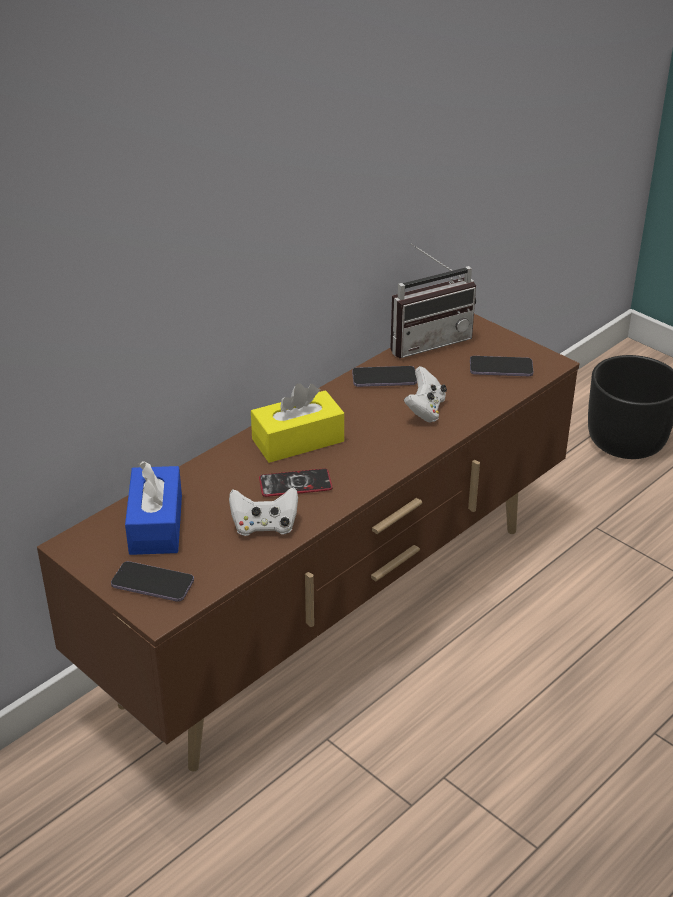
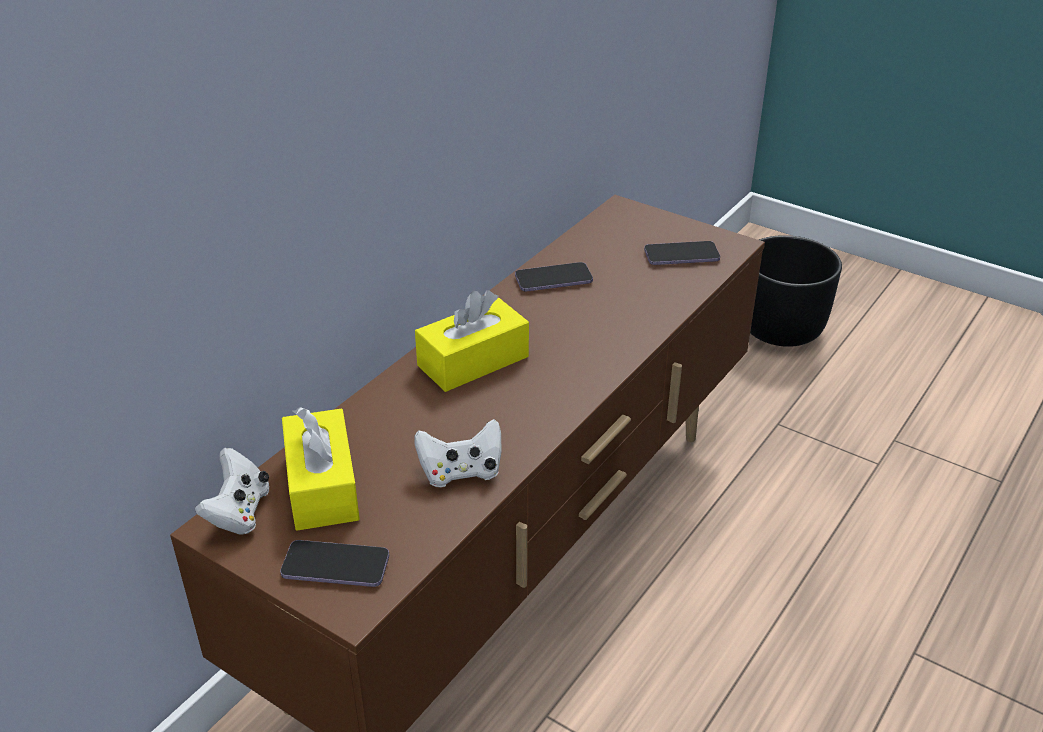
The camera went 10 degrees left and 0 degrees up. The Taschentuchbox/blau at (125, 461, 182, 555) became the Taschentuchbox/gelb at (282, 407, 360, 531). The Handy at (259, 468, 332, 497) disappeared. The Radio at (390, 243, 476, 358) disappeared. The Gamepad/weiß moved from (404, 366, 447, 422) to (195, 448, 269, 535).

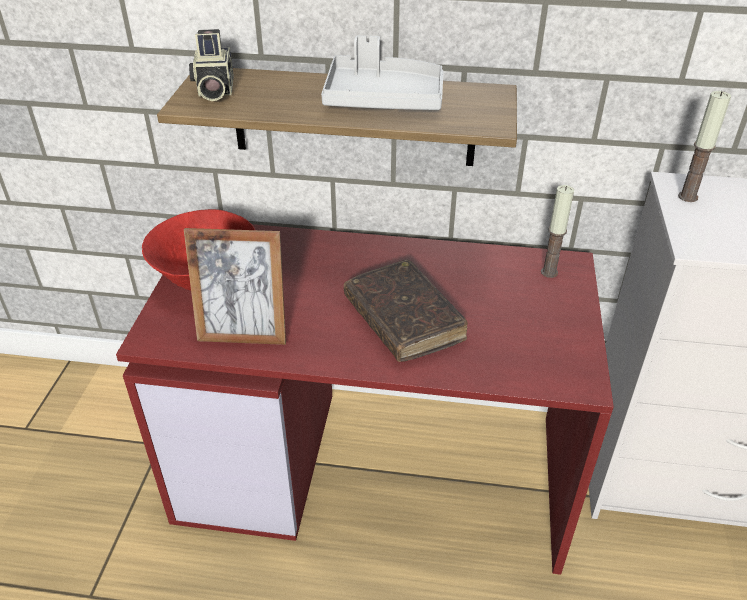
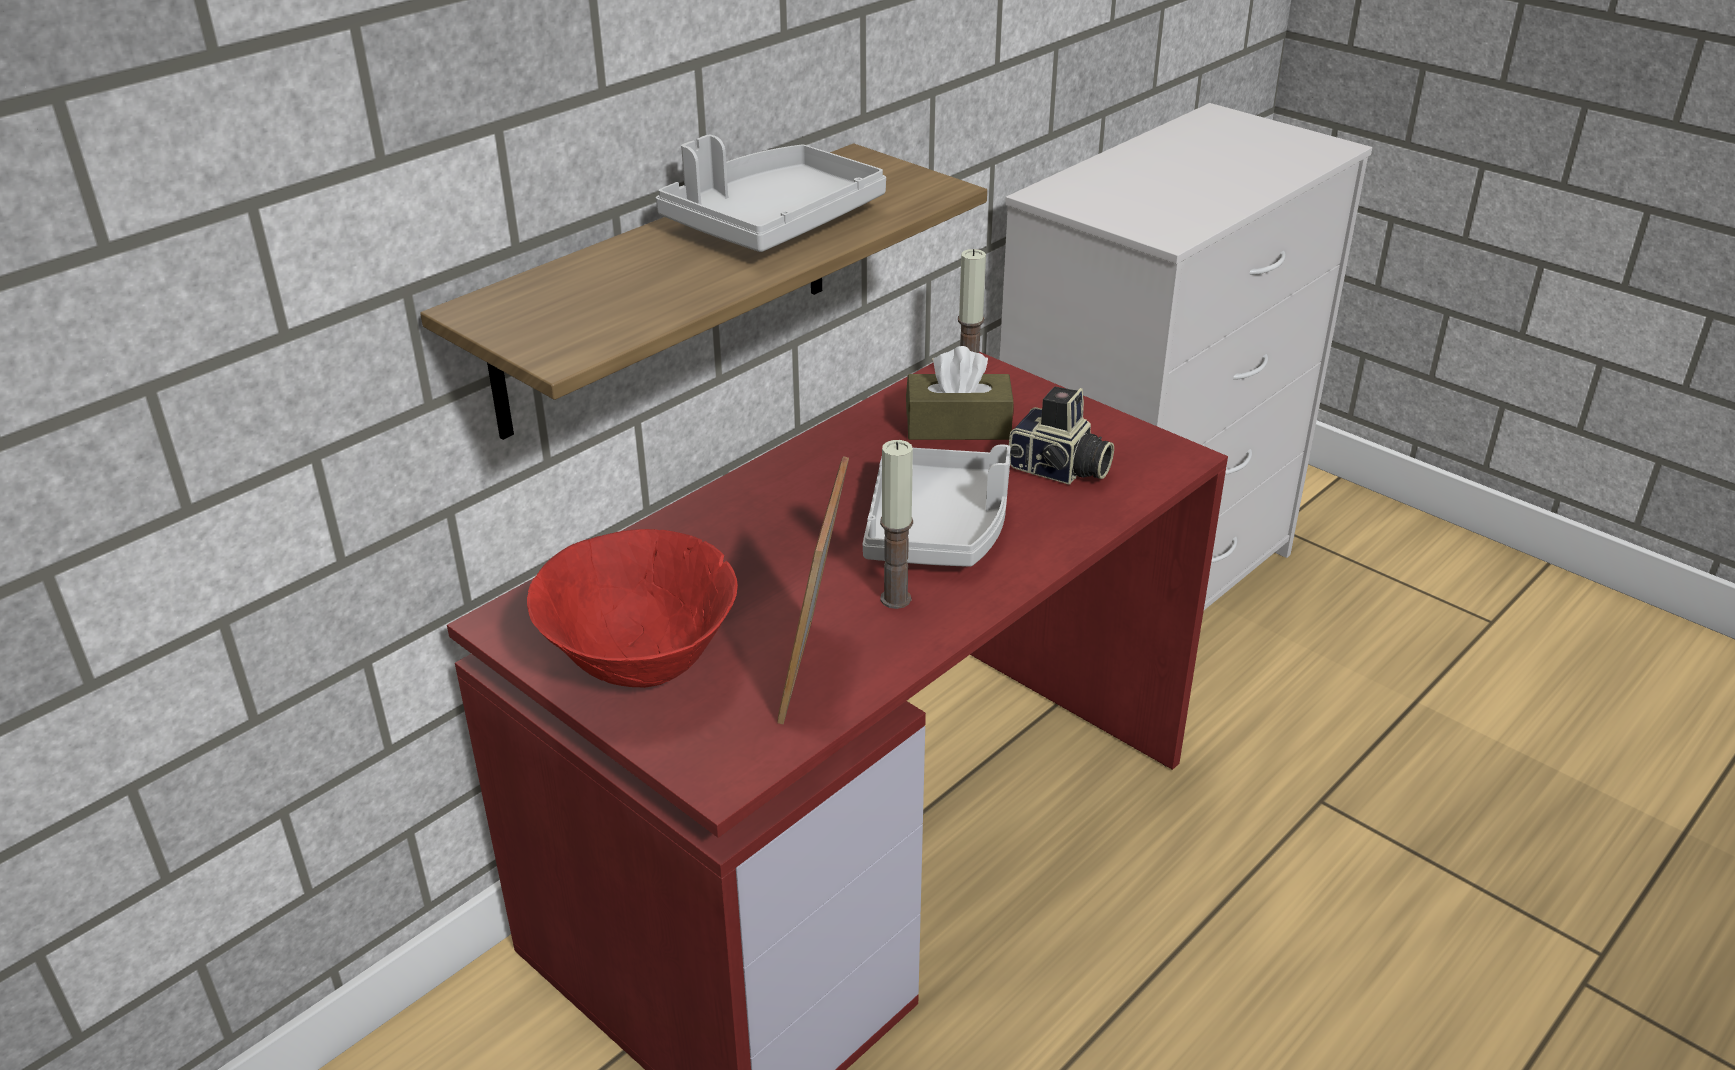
The camera went 55 degrees left and 5 degrees down. The Bilderrahmen at (184, 228, 286, 345) turned 150 degrees clockwise. The Kamera moved from (189, 29, 234, 101) to (1009, 386, 1114, 485). The Buch/braun at (344, 259, 468, 362) was replaced by the Tablett/grau at (863, 444, 1011, 567). The Kerze moved from (678, 91, 731, 202) to (880, 440, 913, 609). The Taschentuchbox/braun at (906, 346, 1014, 440) appeared.

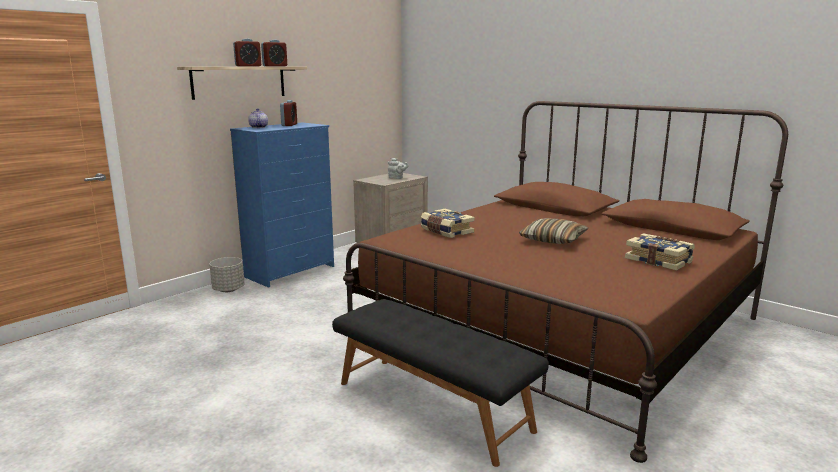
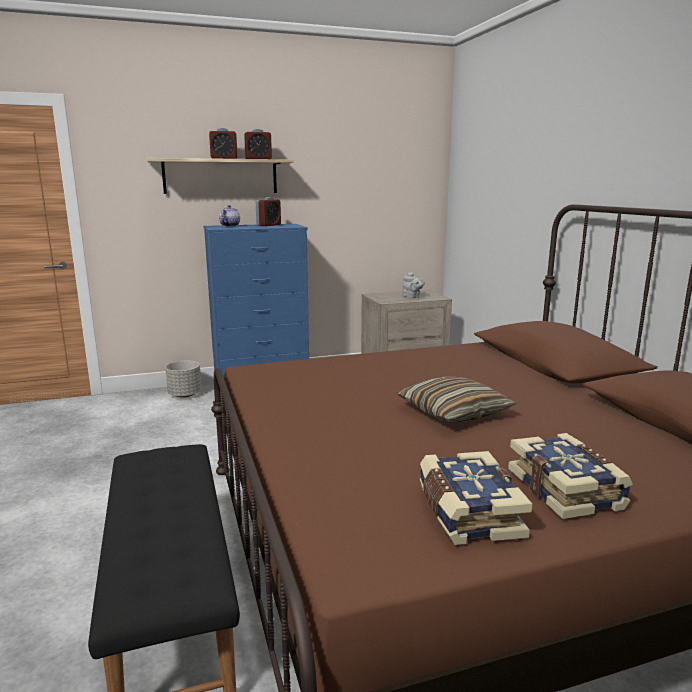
The camera went 30 degrees right and 0 degrees up. The Buch moved from (421, 209, 475, 238) to (420, 451, 532, 545).

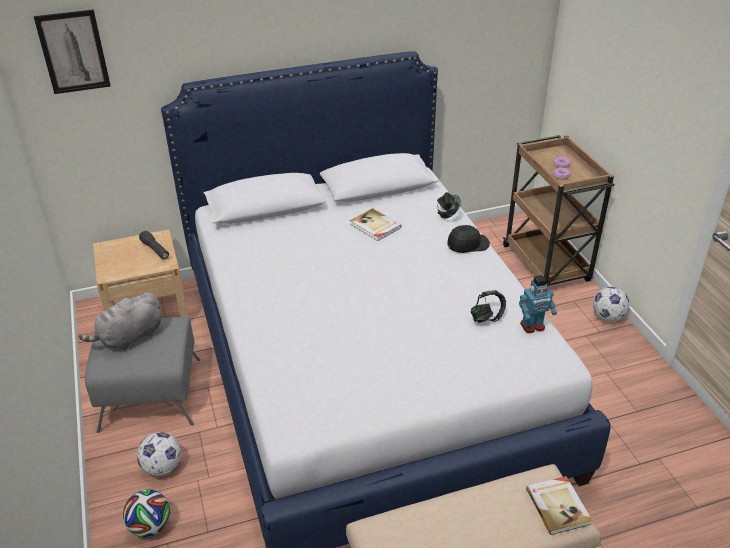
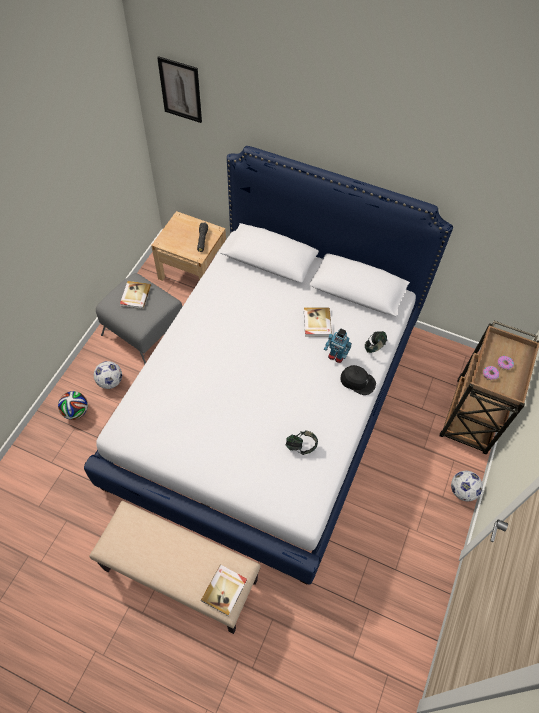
The camera went 40 degrees right and 20 degrees up. The Plüschtier/grau at (79, 292, 161, 350) was replaced by the Buch at (120, 281, 151, 309). The Spielzeugroboter moved from (519, 275, 557, 333) to (324, 328, 352, 363).

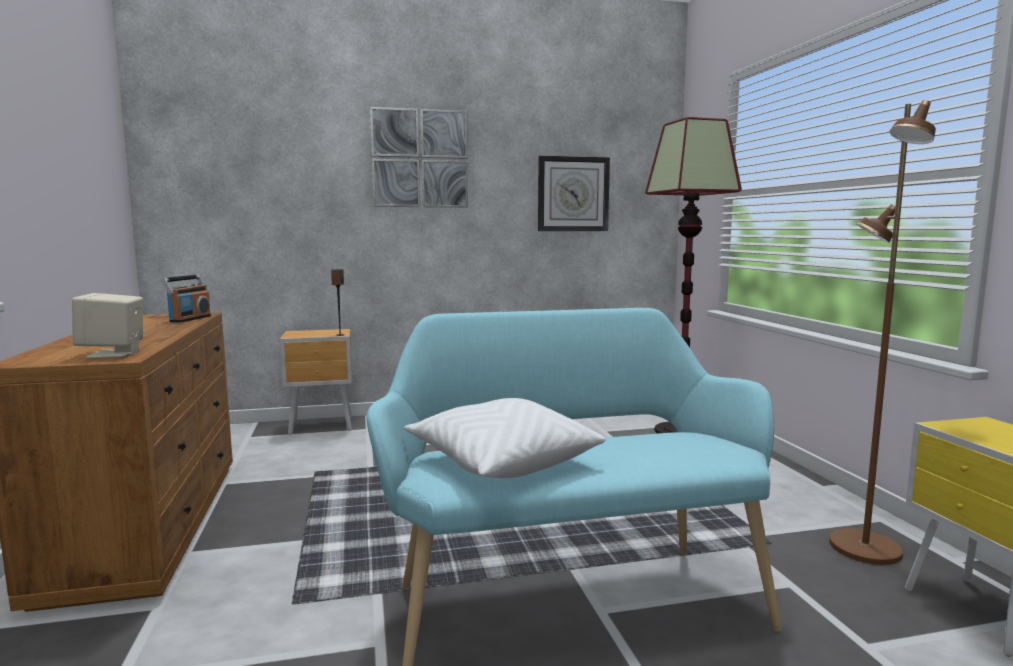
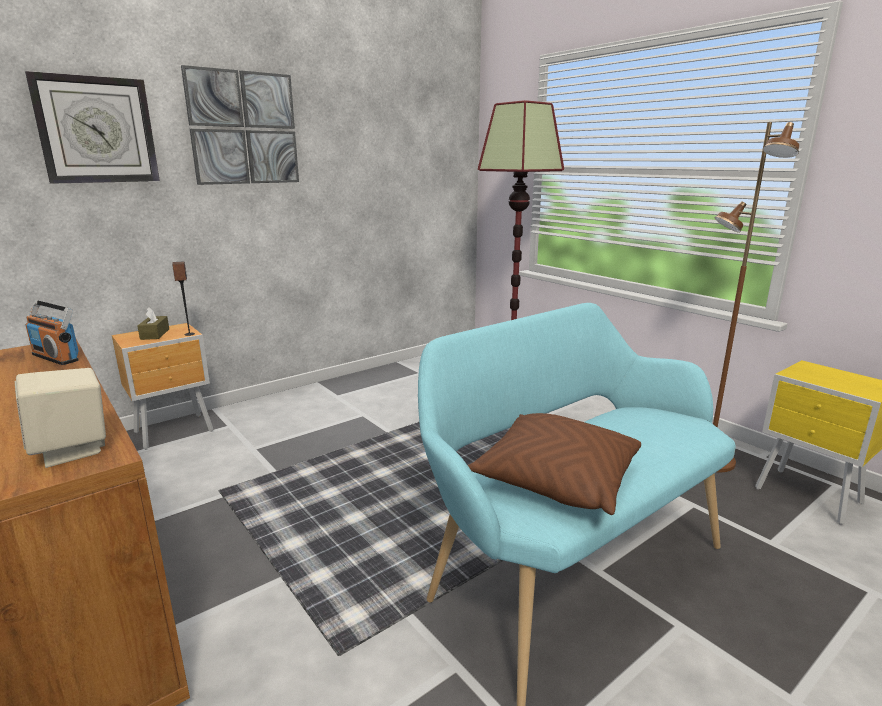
The camera went 25 degrees left and 10 degrees up. The Radio at (162, 275, 211, 323) turned 135 degrees clockwise. The Kissen/weiß at (404, 398, 605, 478) became the Kissen/braun at (468, 413, 641, 515). The Wanduhr moved from (538, 156, 610, 231) to (25, 71, 160, 184). The Taschentuchbox/braun at (137, 307, 169, 340) appeared.

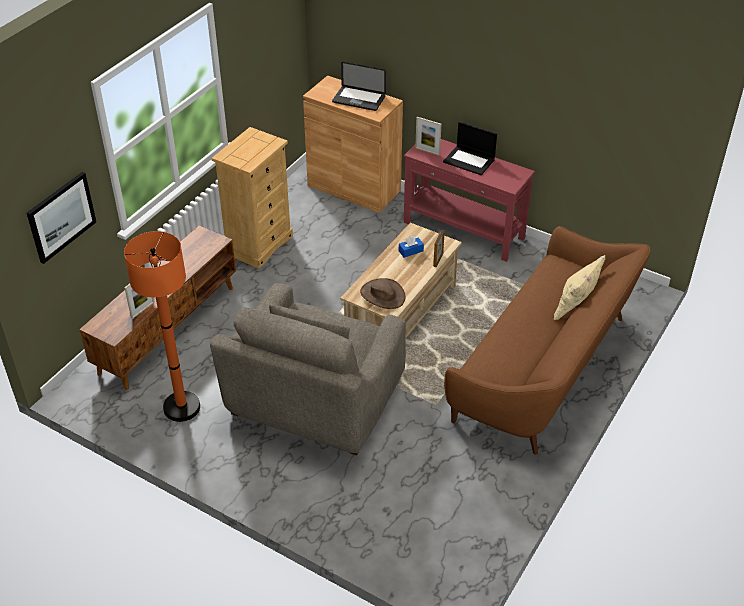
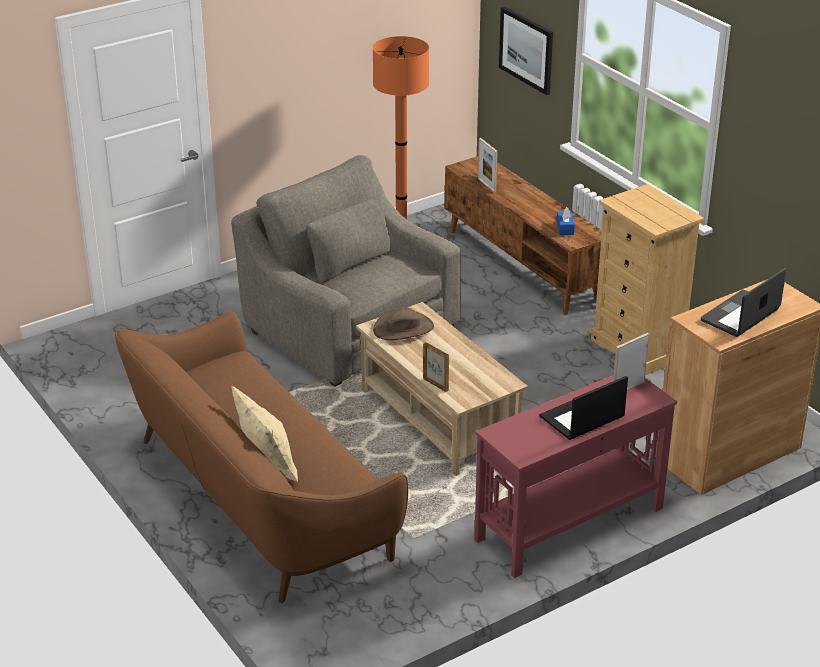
The camera went 115 degrees right and 10 degrees down. The Taschentuchbox/blau moved from (399, 236, 424, 258) to (557, 207, 575, 235).

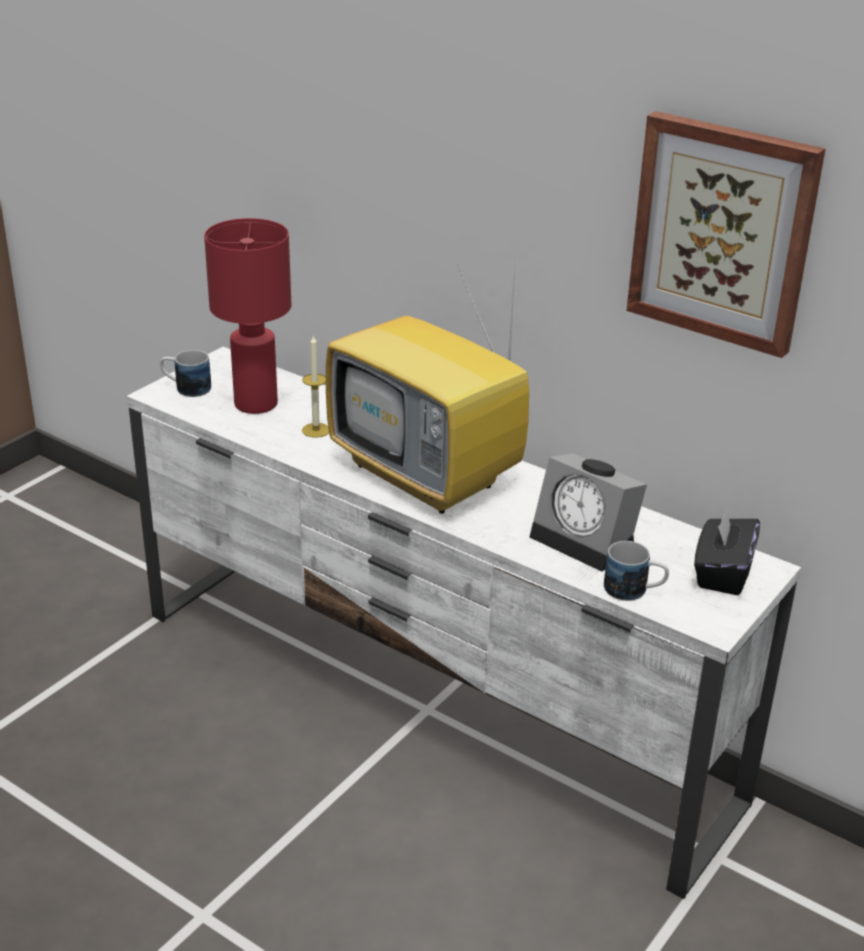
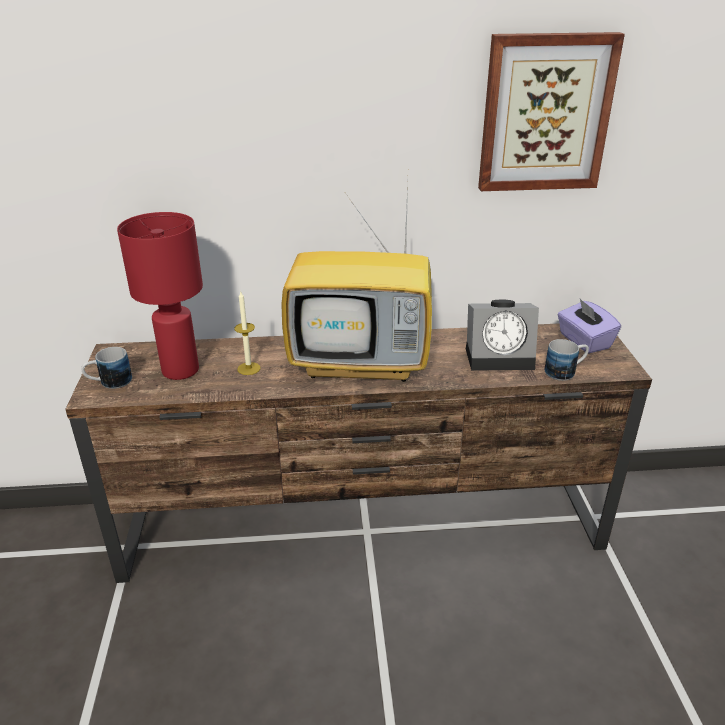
The camera went 40 degrees left and 0 degrees up. The Fernsehschrank/weiß at (127, 347, 801, 899) became the Fernsehschrank/braun at (65, 323, 652, 583). The Taschentuchbox/schwarz at (694, 508, 760, 595) became the Taschentuchbox/lila at (557, 299, 621, 354).

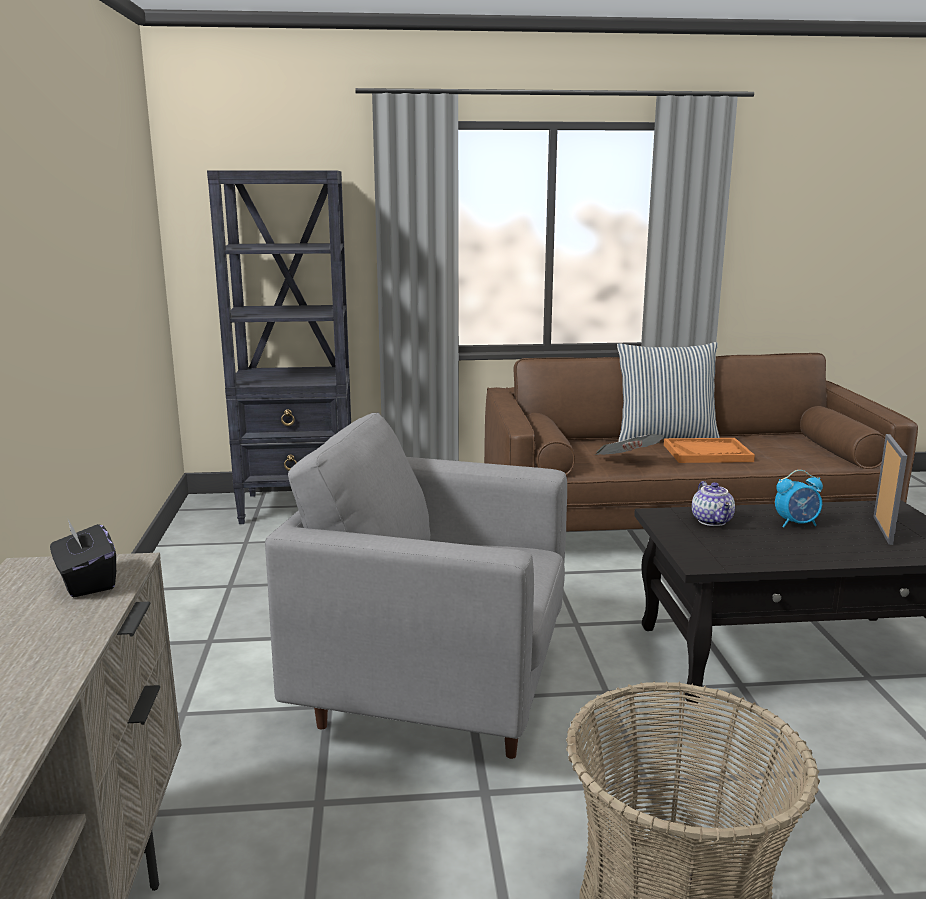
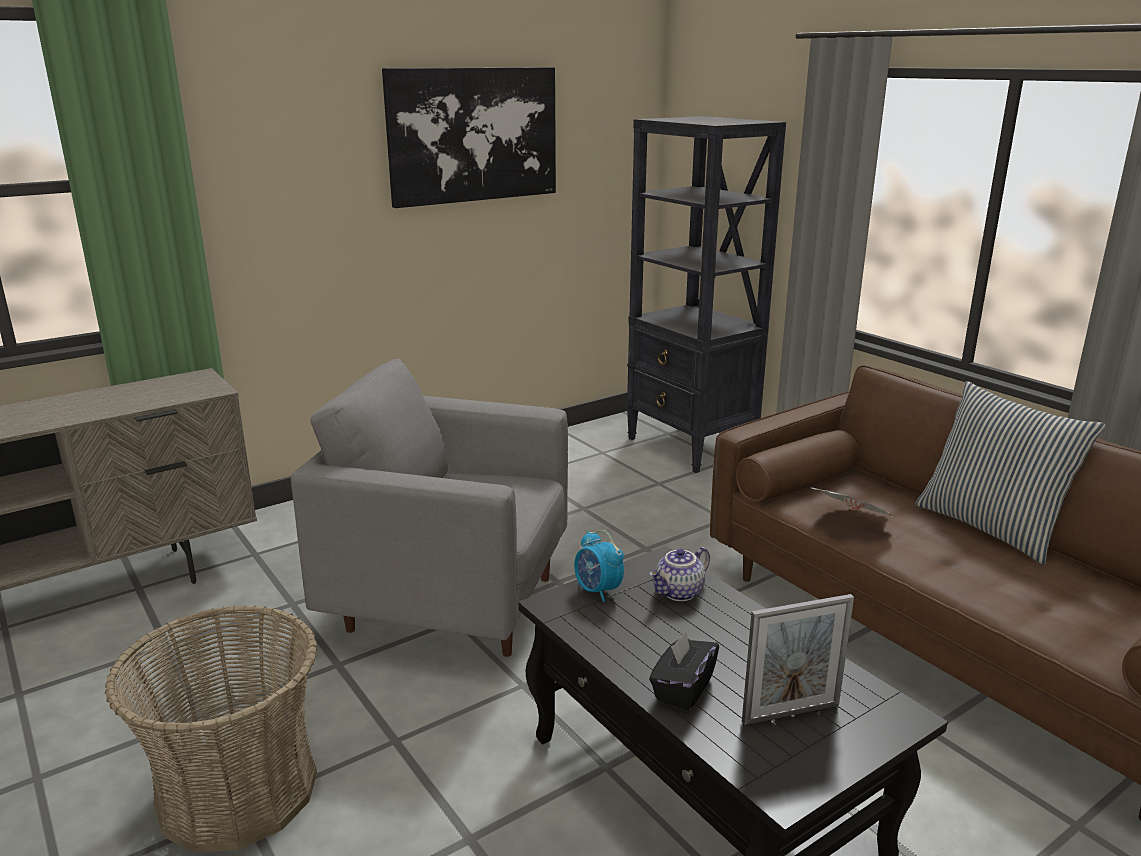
The camera went 60 degrees right and 5 degrees up. The Taschentuchbox/schwarz moved from (50, 519, 116, 597) to (649, 631, 719, 710). The Sessel/grau at (265, 413, 567, 759) turned 60 degrees counterclockwise. The Tablett/orange at (664, 438, 755, 463) disappeared. The Wecker moved from (775, 470, 823, 528) to (574, 530, 624, 602). The Bild at (382, 67, 556, 208) appeared.

